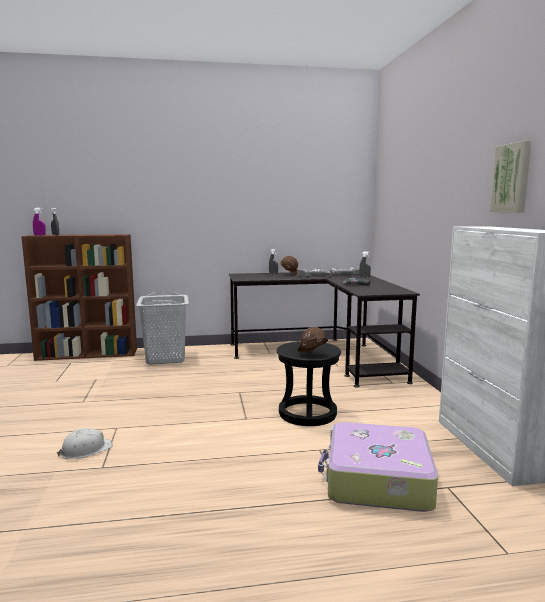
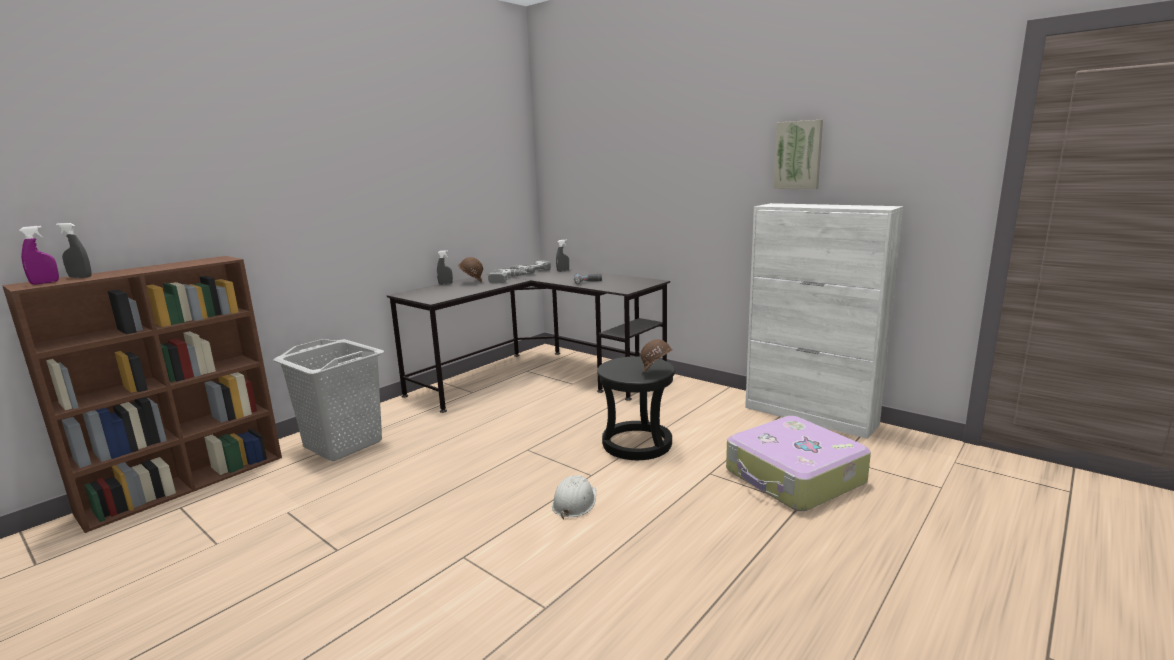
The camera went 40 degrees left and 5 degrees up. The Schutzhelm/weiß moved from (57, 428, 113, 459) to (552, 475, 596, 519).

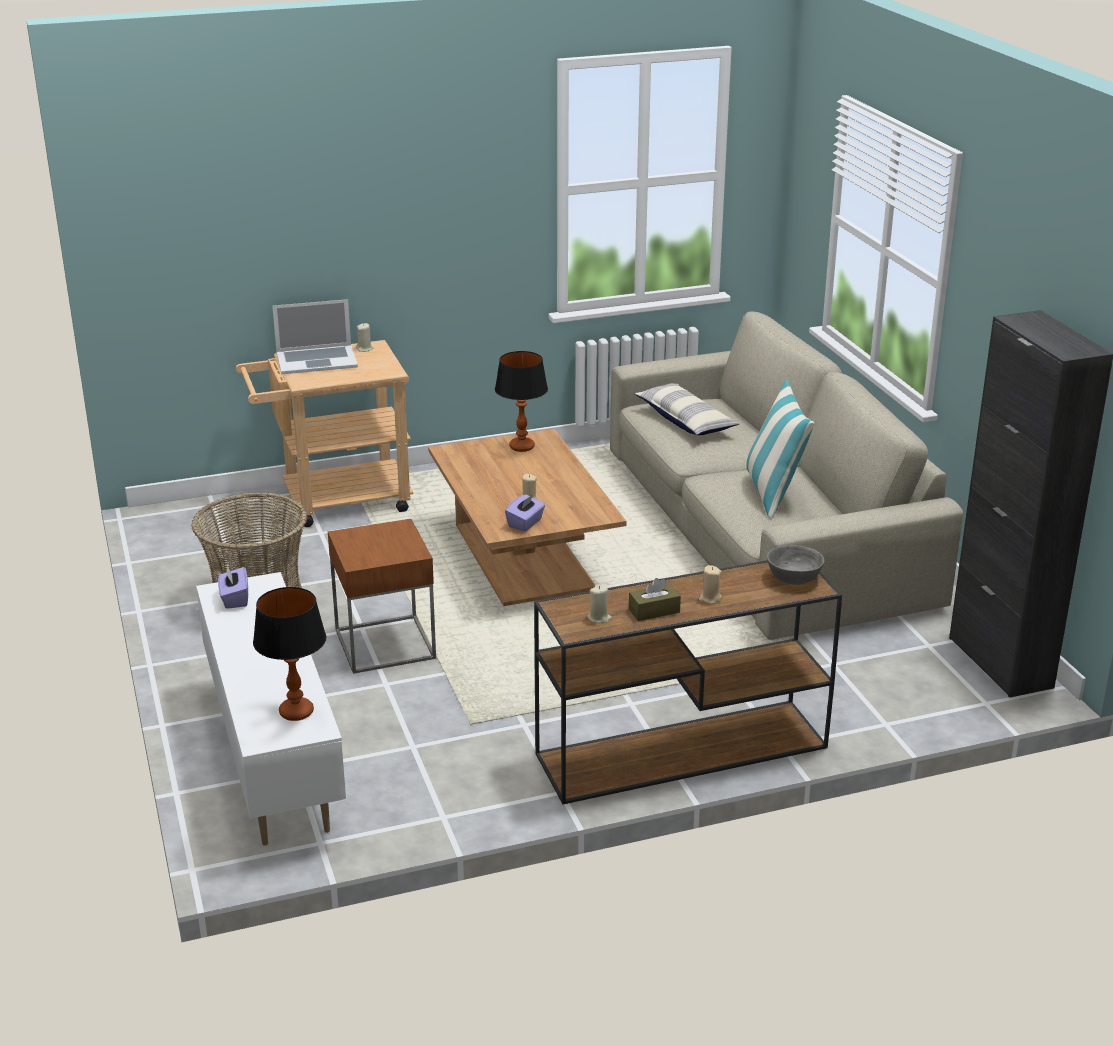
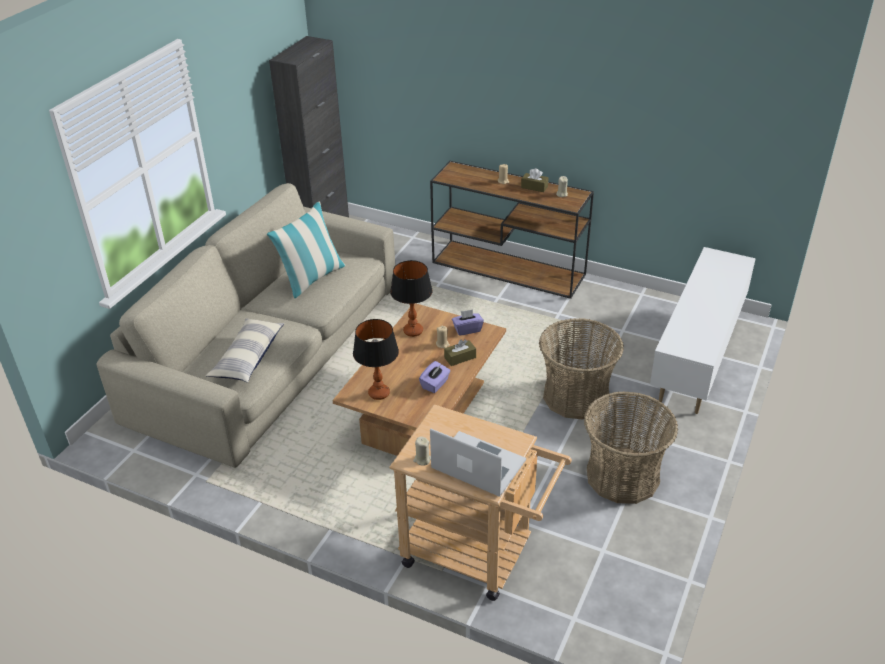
The camera went 135 degrees left and 10 degrees up. The Taschentuchbox/lila moved from (218, 565, 248, 609) to (419, 361, 450, 393). The Tischlampe moved from (253, 587, 326, 721) to (390, 260, 433, 337). The Beistelltisch/braun at (328, 519, 436, 674) was replaced by the Korb at (539, 318, 624, 419). The Schüssel/grau at (767, 545, 824, 585) disappeared. The Taschentuchbox/braun at (444, 339, 476, 366) appeared.

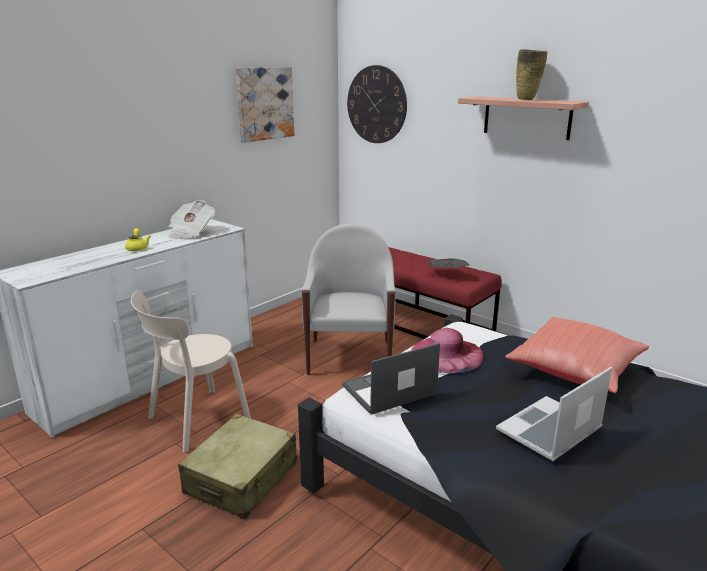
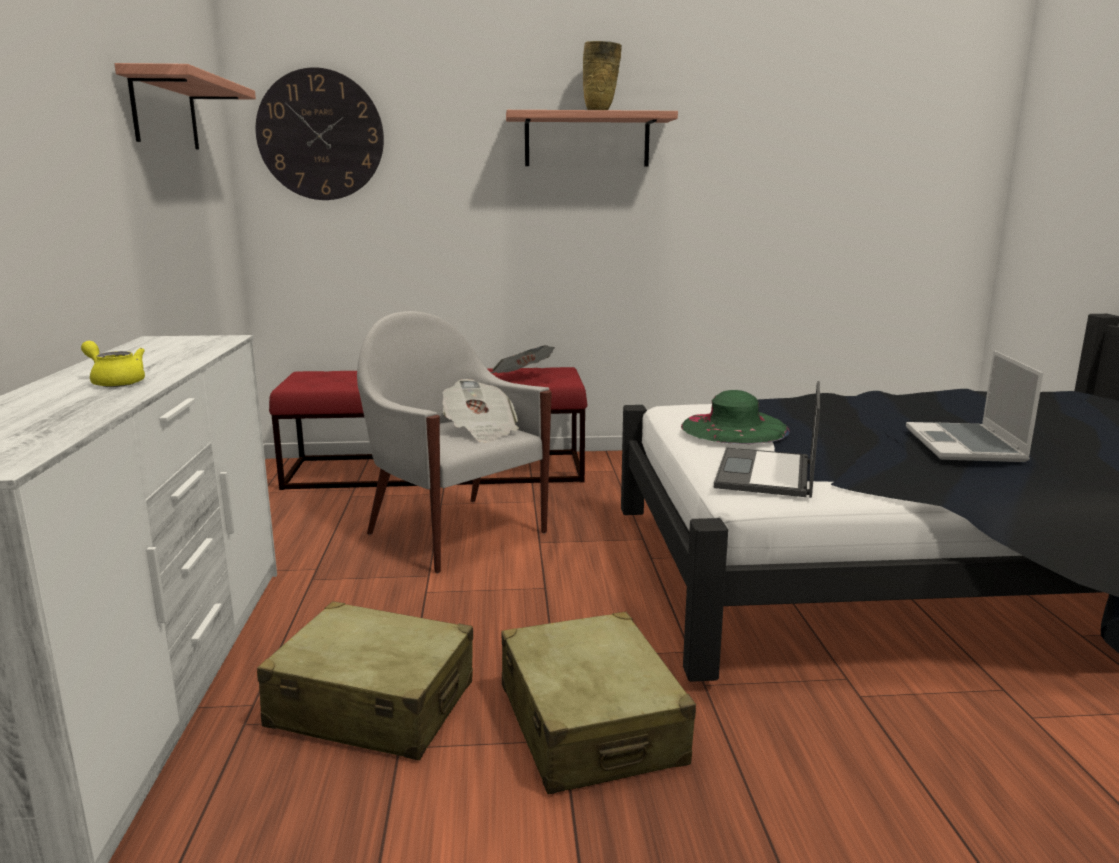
The camera went 45 degrees left and 5 degrees down. The Stuhl/beige at (131, 290, 251, 453) was replaced by the Koffer/beige at (257, 601, 473, 760). The Zeitung moved from (168, 200, 215, 239) to (442, 379, 519, 443). The Bild at (236, 67, 294, 143) was replaced by the Wandregal at (115, 63, 256, 149). The Hut/rosa at (411, 328, 484, 373) became the Hut/grün at (681, 390, 790, 444). The Kissen/rot at (505, 317, 649, 393) disappeared.

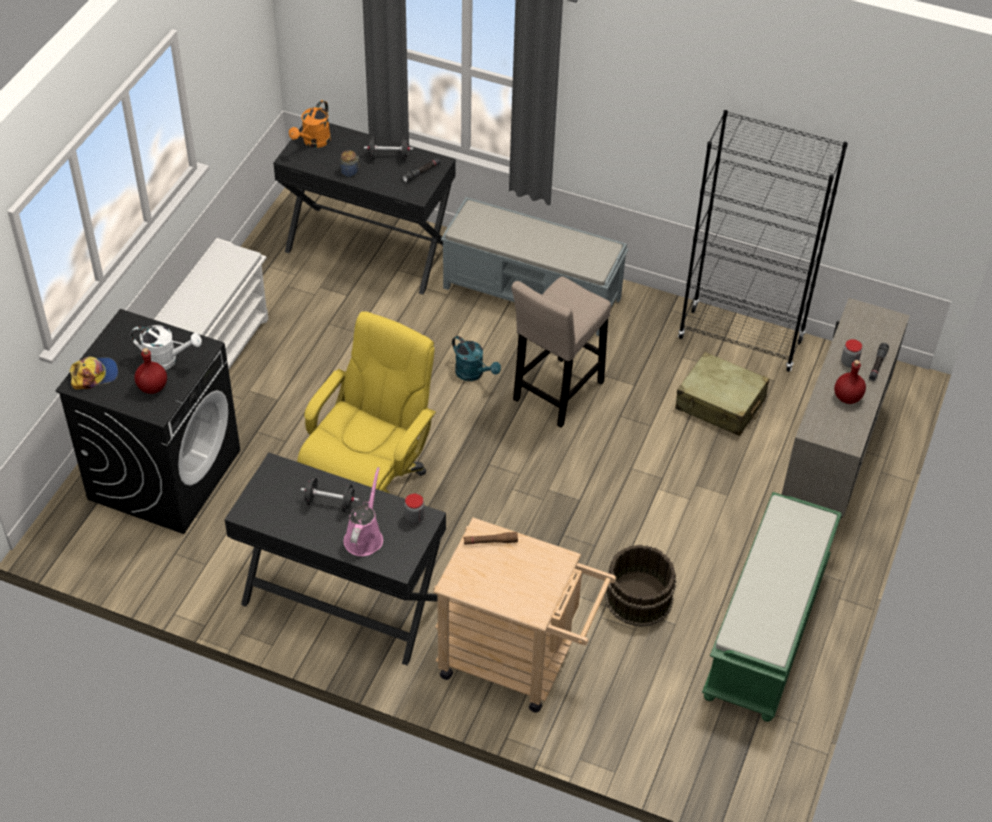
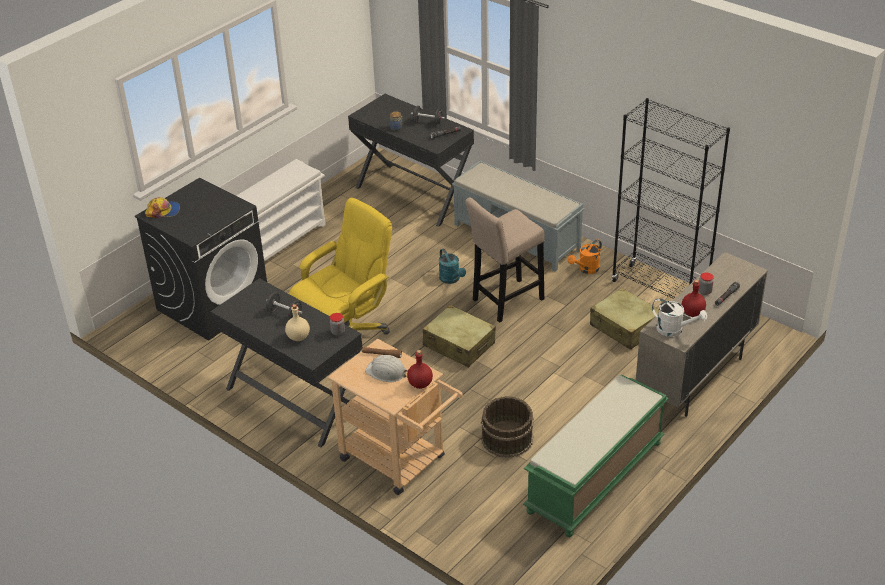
The camera went 20 degrees right and 10 degrees down. The Gießkanne/weiß moved from (131, 325, 202, 370) to (652, 298, 707, 337). The Flasche/rot moved from (134, 348, 167, 394) to (407, 350, 433, 389). The Gießkanne/orange moved from (289, 100, 331, 148) to (568, 239, 602, 274). The Gießkanne/rosa at (344, 467, 383, 556) was replaced by the Flasche/beige at (285, 304, 310, 341). The Schutzhelm/weiß at (365, 355, 408, 382) appeared. The Koffer/beige at (423, 304, 496, 368) appeared.

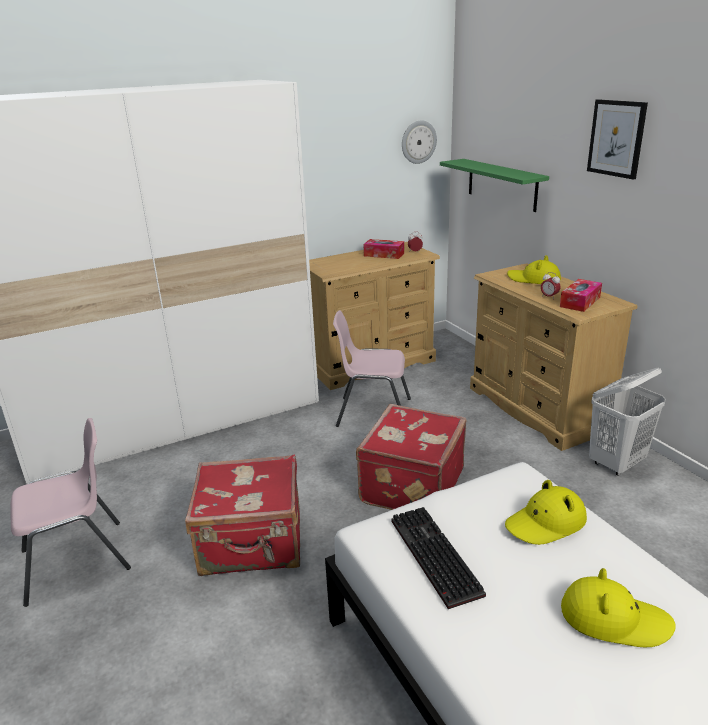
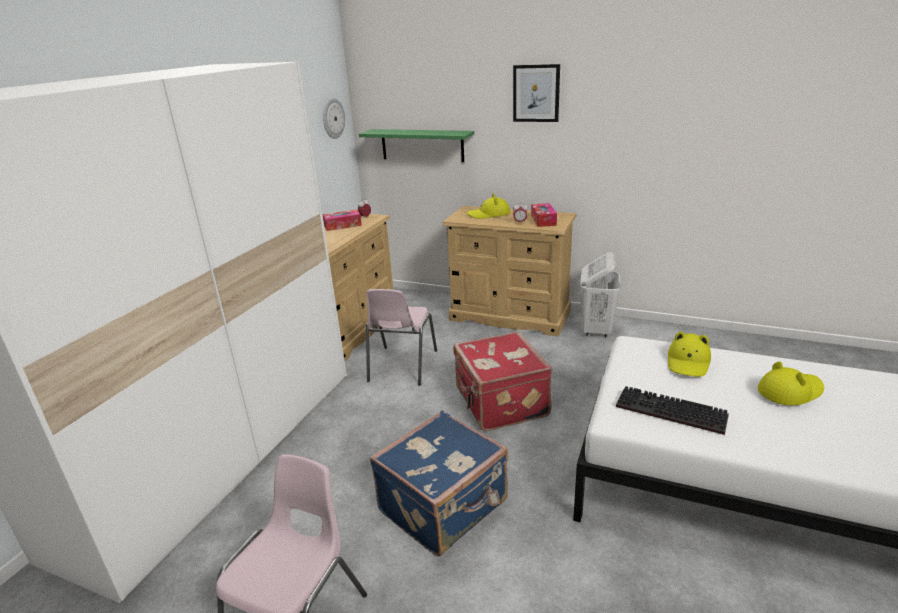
The camera went 40 degrees left and 0 degrees up. The Koffer/rot at (185, 454, 300, 576) became the Koffer/blau at (370, 410, 508, 557). The Stuhl/rosa at (333, 310, 411, 427) turned 45 degrees counterclockwise.

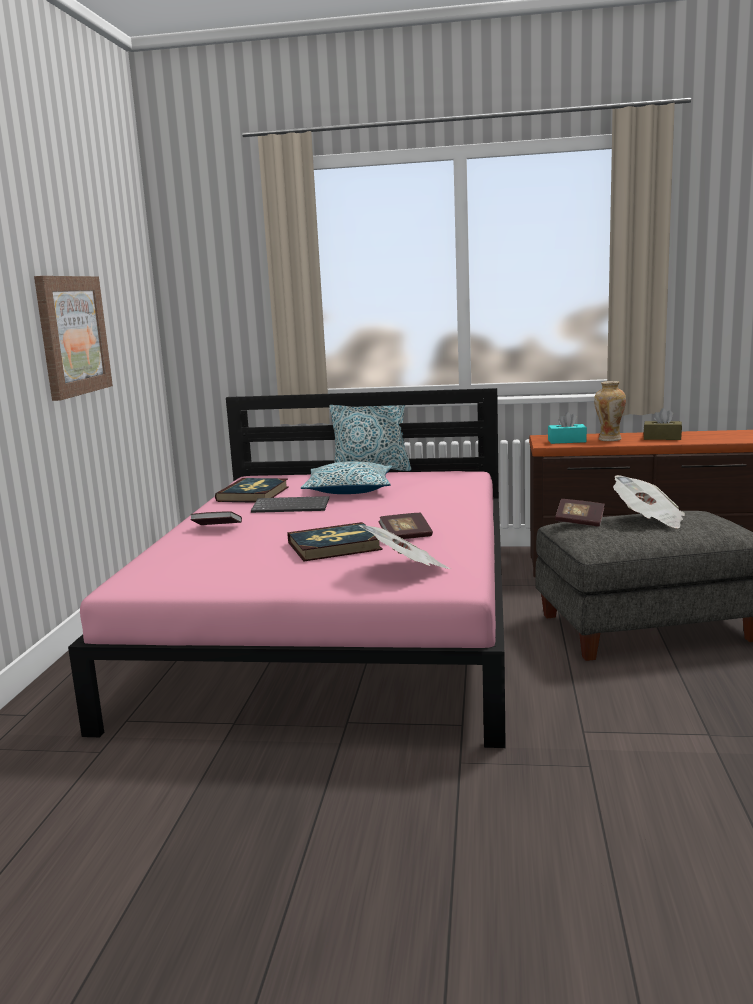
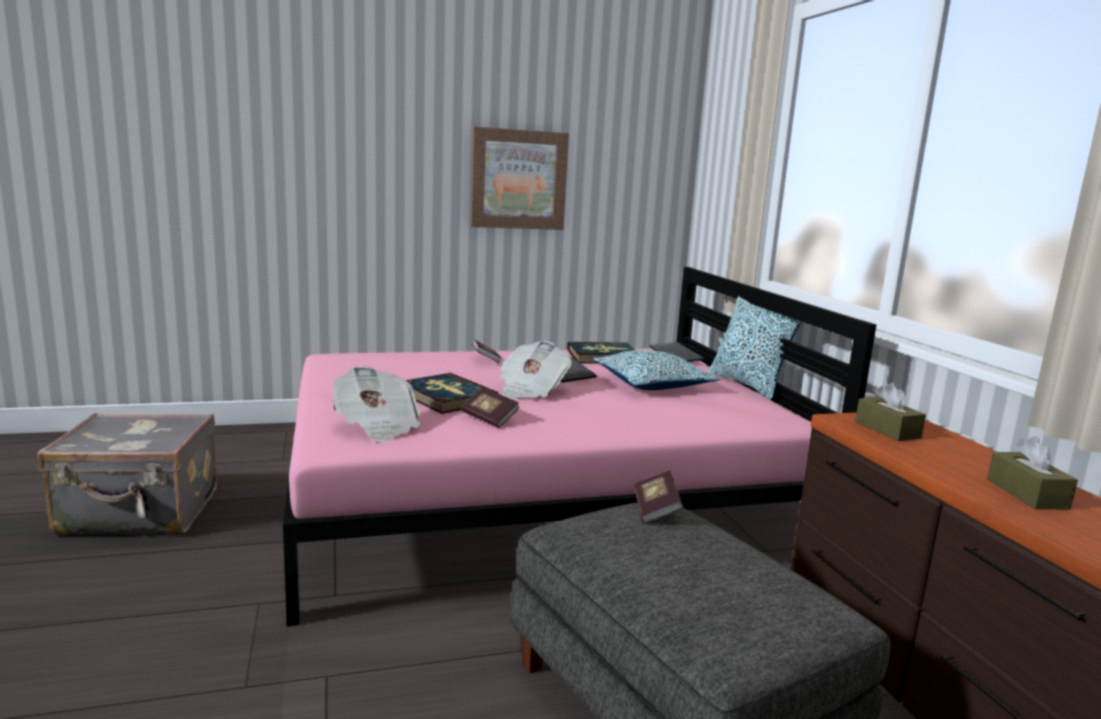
The camera went 65 degrees right and 0 degrees up. The Taschentuchbox/türkis at (548, 412, 587, 444) became the Taschentuchbox/braun at (855, 383, 926, 441). The Vase at (594, 381, 626, 441) disappeared. The Zeitung moved from (613, 475, 685, 529) to (499, 341, 572, 399). The Koffer/grau at (37, 413, 217, 535) appeared. The Tastatur at (650, 342, 705, 362) appeared.

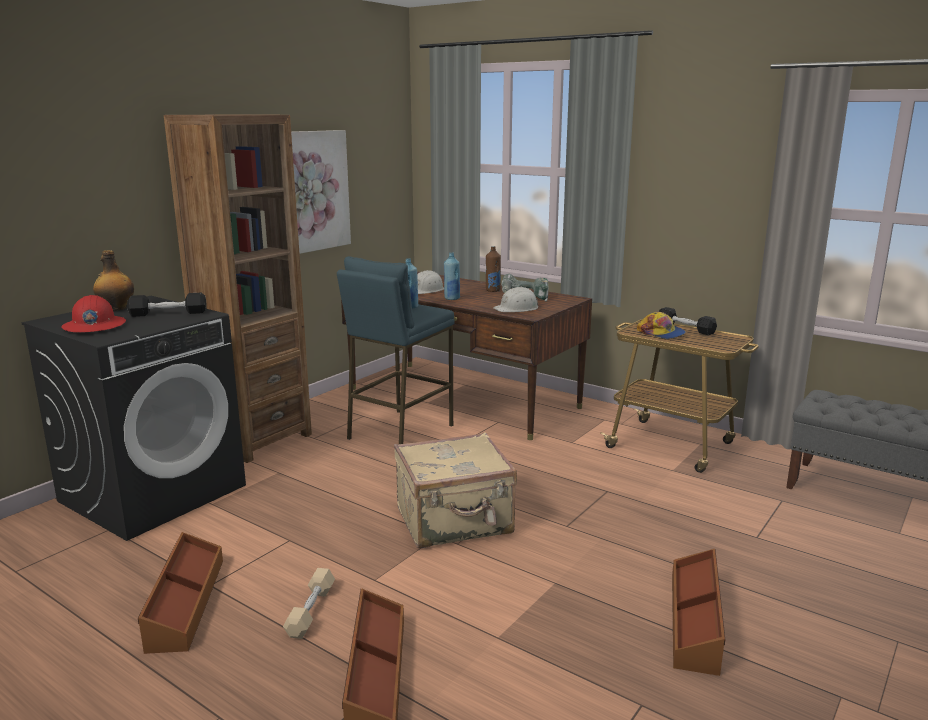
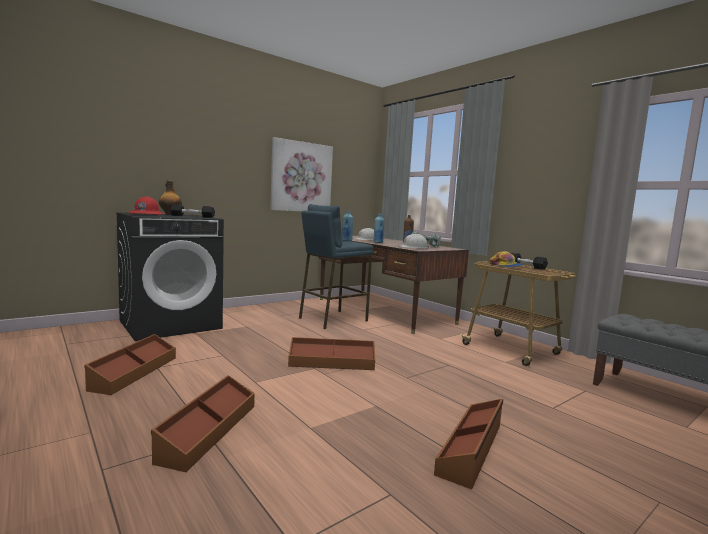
The camera went 15 degrees right and 10 degrees down. The Bücherregal/braun at (164, 114, 312, 463) disappeared. The Hantel/beige at (283, 568, 335, 639) disappeared. The Koffer/beige at (394, 432, 517, 548) was replaced by the Aufbewahrungsbox/braun at (288, 337, 375, 370).

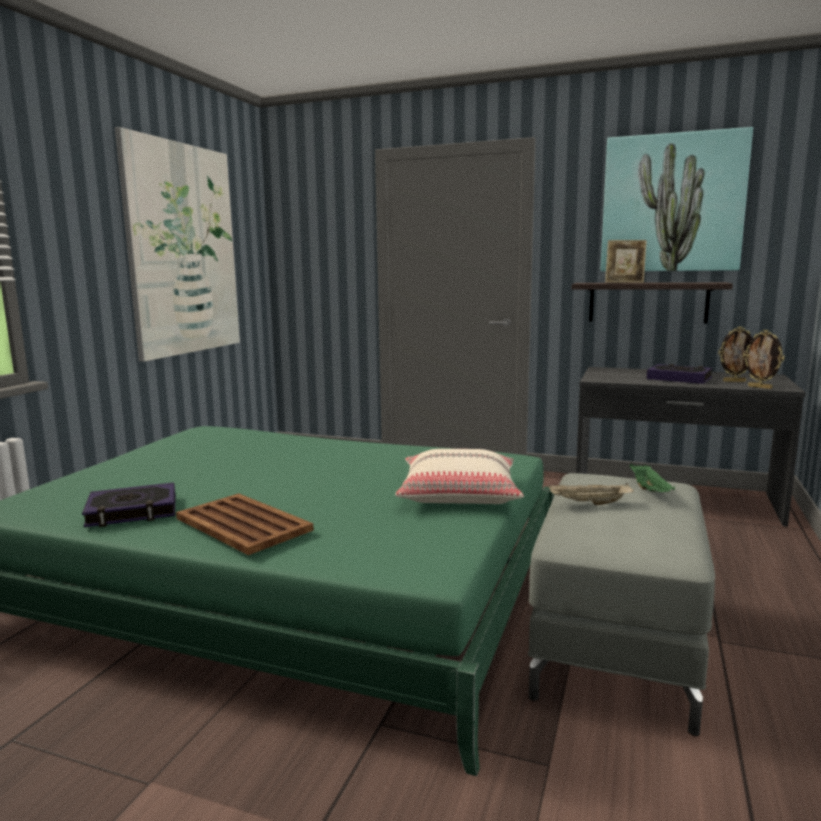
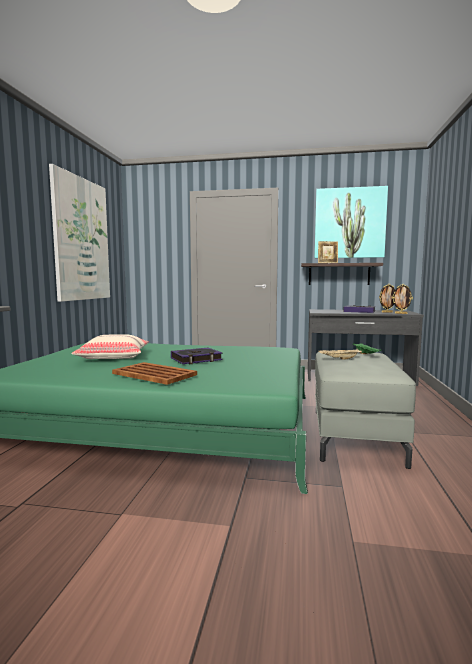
The camera went 10 degrees left and 5 degrees down. The Buch moved from (82, 482, 175, 527) to (171, 348, 223, 364). The Kissen/beige moved from (395, 449, 524, 504) to (71, 334, 149, 359).

